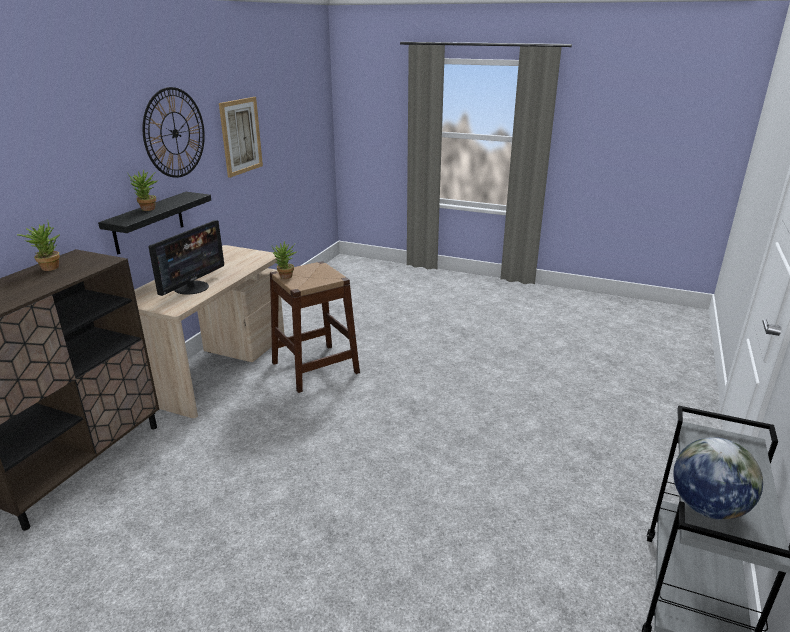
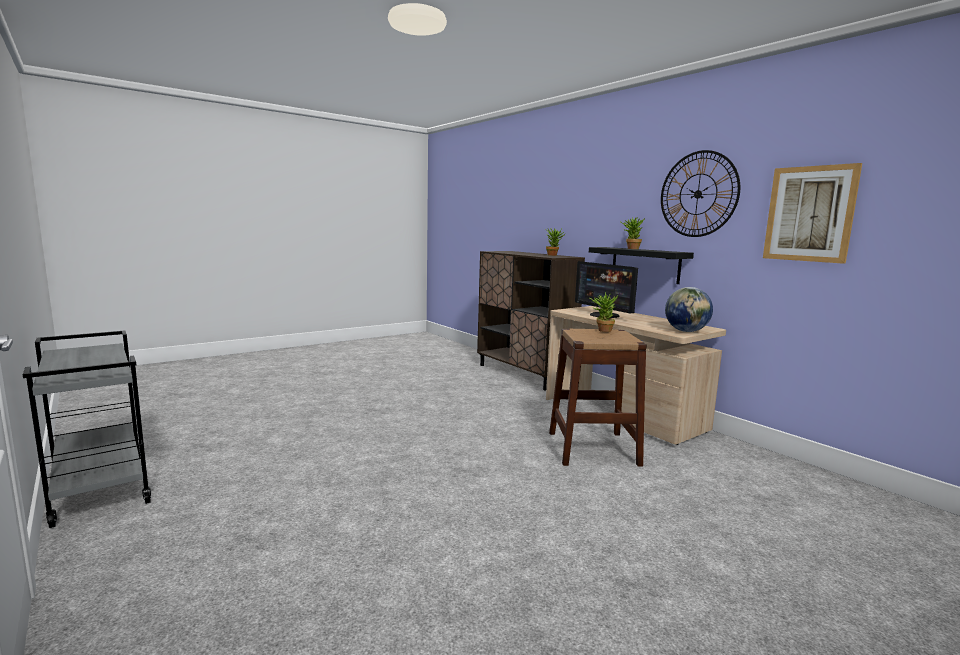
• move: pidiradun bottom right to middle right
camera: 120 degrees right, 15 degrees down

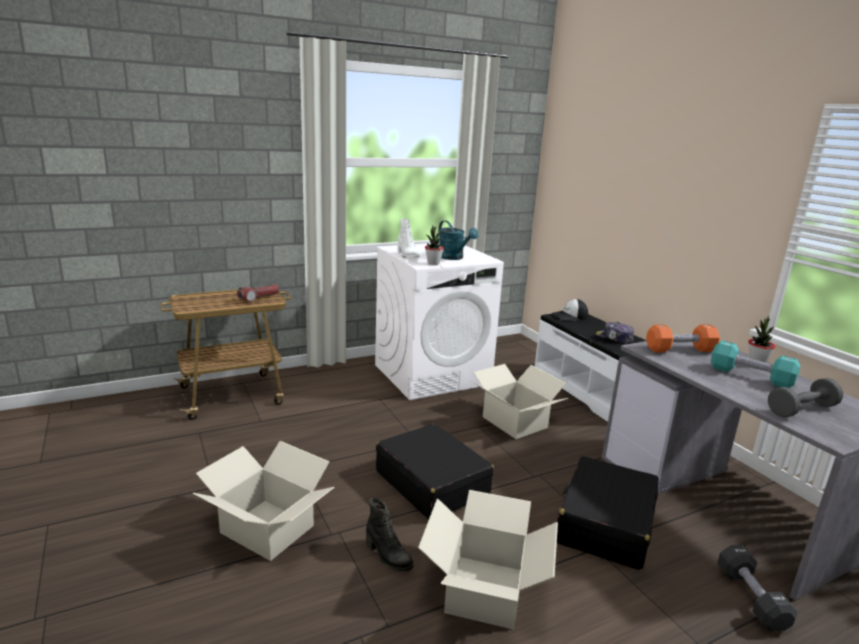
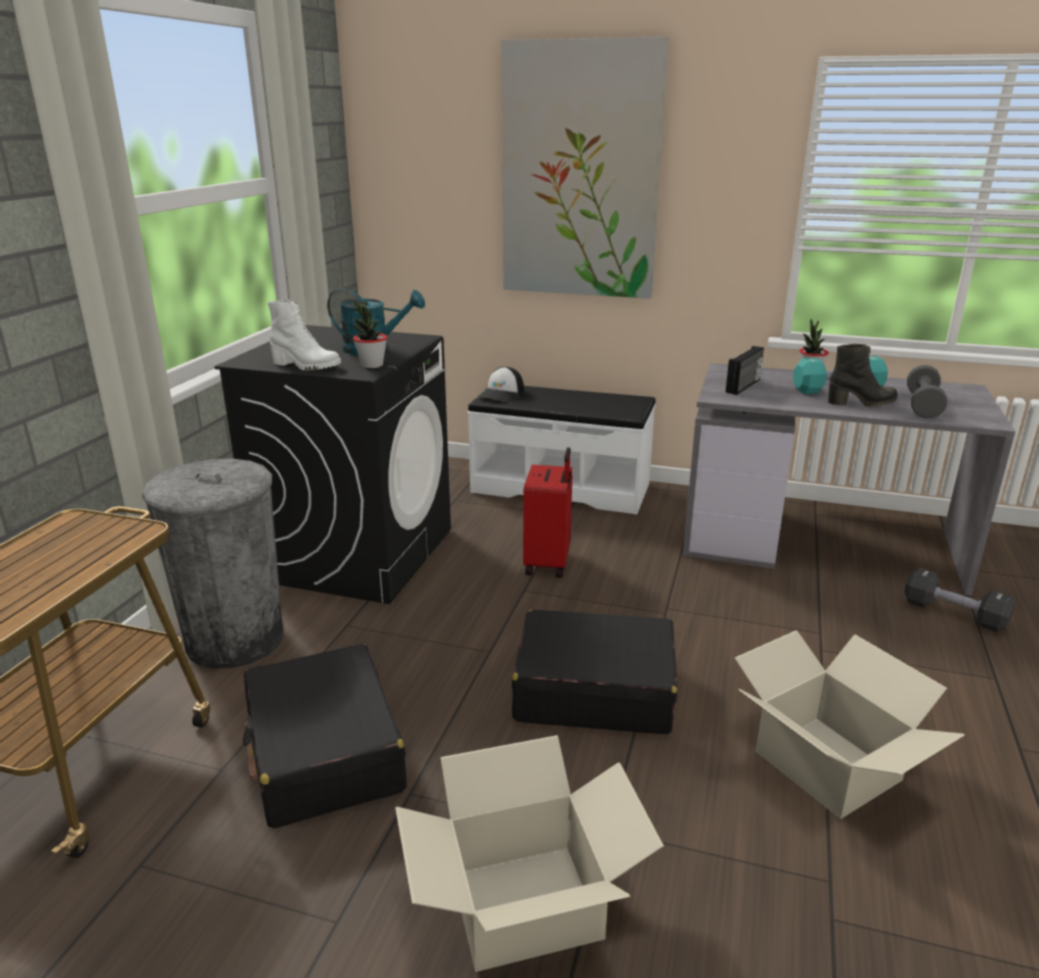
• insert: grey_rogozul middle left
• recolor: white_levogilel centre to black_levogilel middle left
• move: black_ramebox (2nd from left in the first image) bottom right to black_ramebox (1st from left) bottom left
• insert: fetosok top centre
• replace: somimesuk (3rd from left) centre to red_ramebox centre
• replace: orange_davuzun middle right to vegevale middle right
• move: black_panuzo bottom centre to middle right
• delete: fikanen middle left
• delete: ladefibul (2nd from left) middle right
camera: 45 degrees left, 5 degrees up

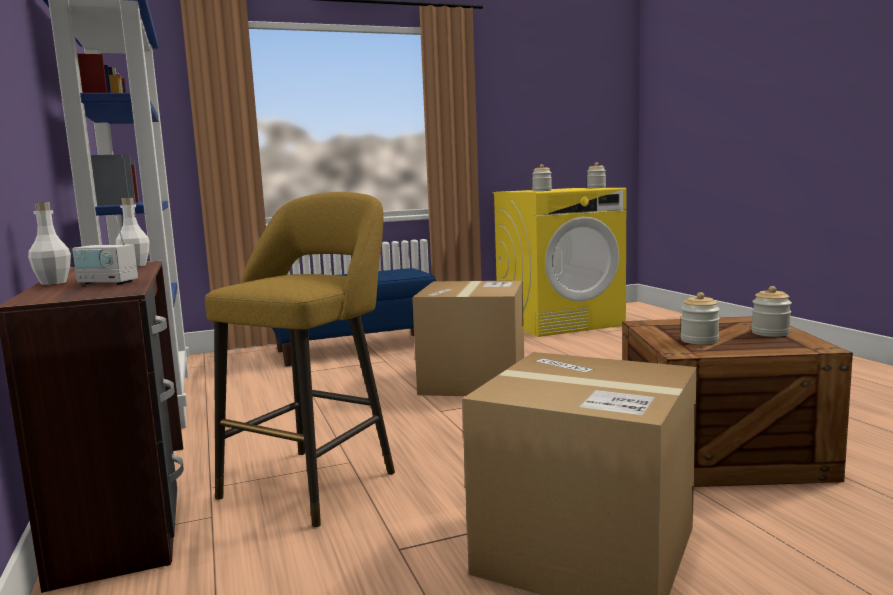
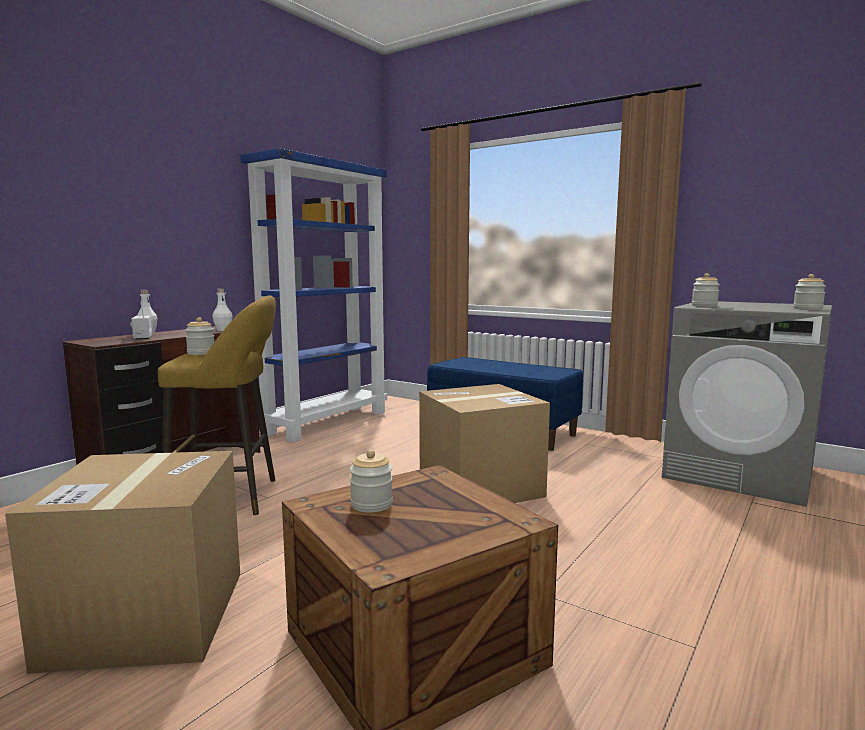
• move: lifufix (4th from left in the first image) middle right to lifufix (1st from left) middle left
• recolor: yellow_levogilel centre to grey_levogilel middle right
camera: 55 degrees right, 0 degrees up

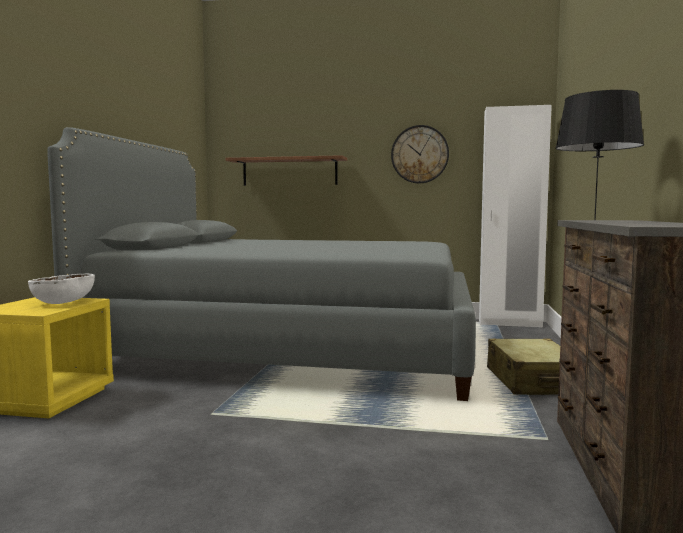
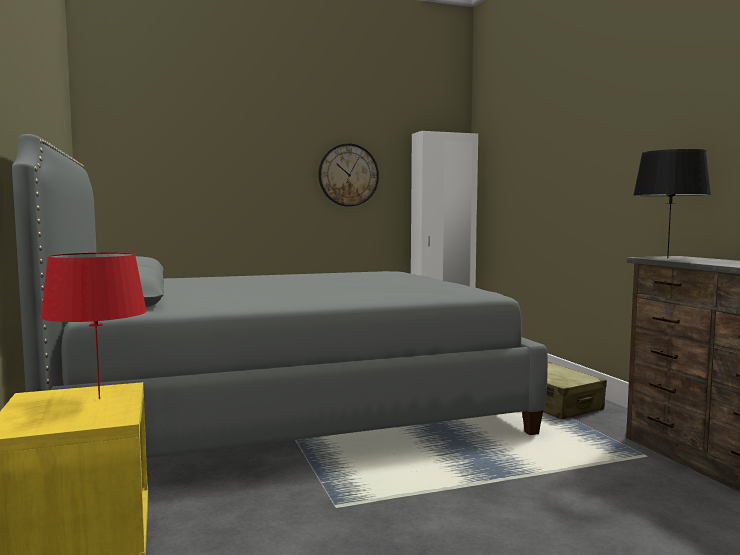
• replace: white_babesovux middle left to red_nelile middle left
• delete: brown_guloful top centre
camera: 30 degrees left, 0 degrees up

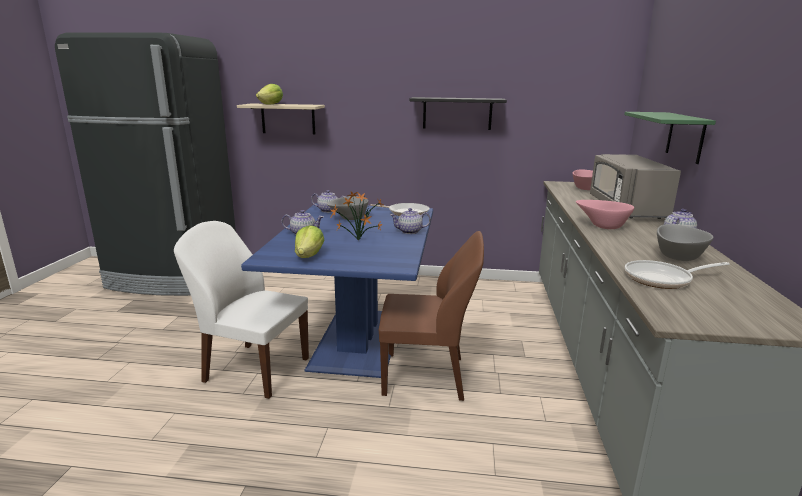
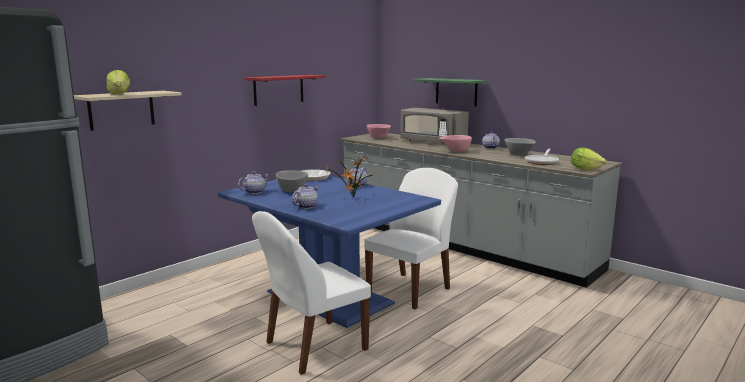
• recolor: black_guloful top centre to red_guloful top centre
• recolor: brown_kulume centre to white_kulume (2nd from left) centre
• move: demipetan (2nd from left) centre to middle right
camera: 55 degrees left, 5 degrees down

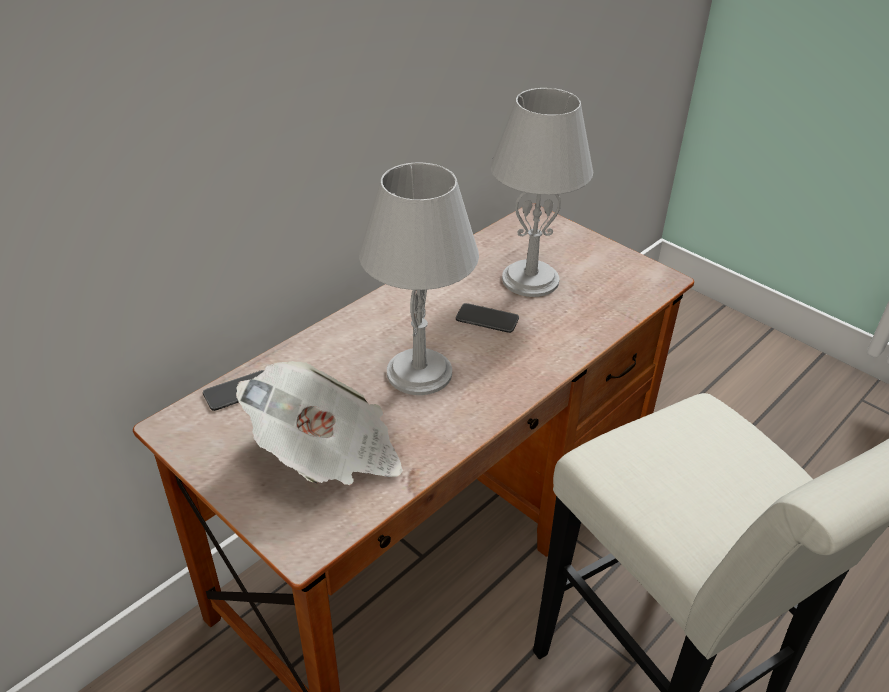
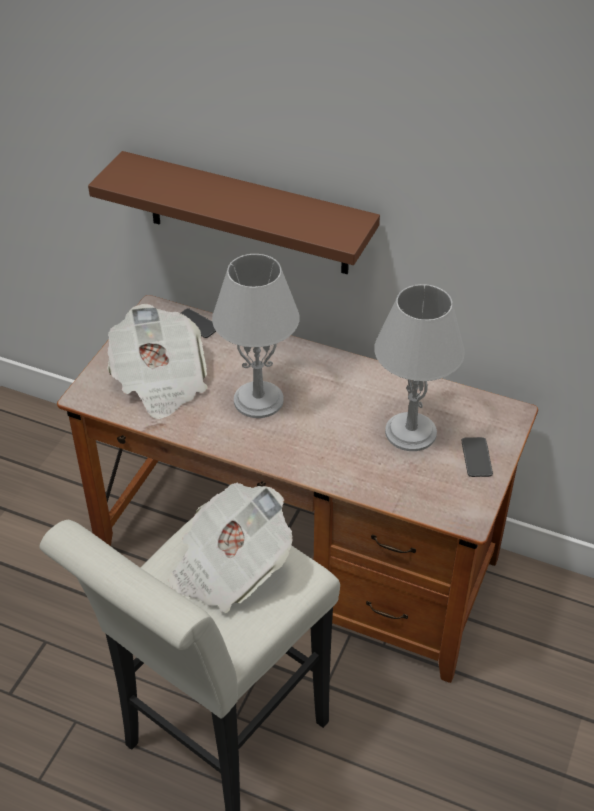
• insert: brown_guloful top centre
• insert: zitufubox (2nd from left) bottom centre
• move: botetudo (2nd from left) centre to middle right
camera: 70 degrees right, 5 degrees up

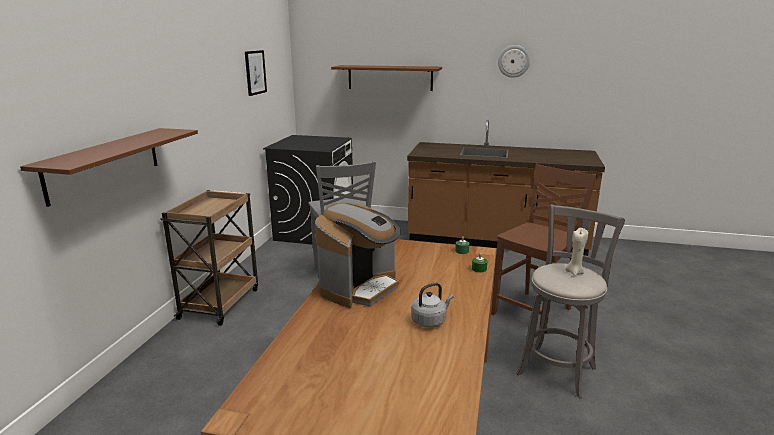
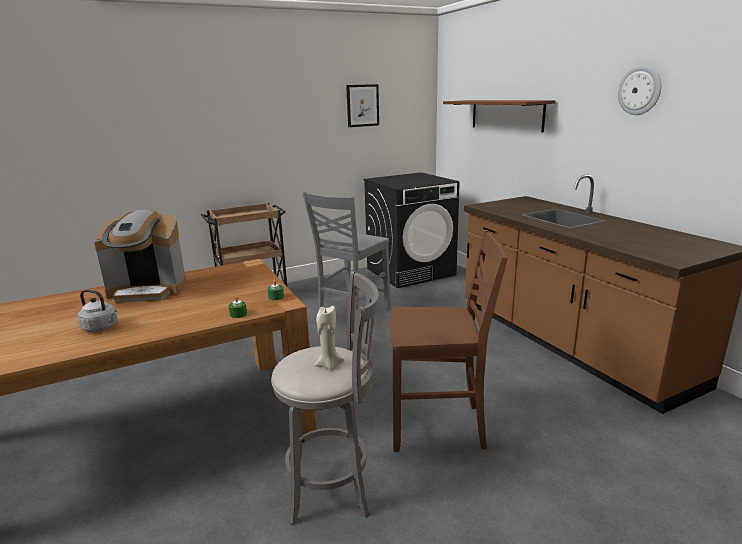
• delete: brown_guloful (1st from left) middle left
camera: 50 degrees right, 0 degrees up

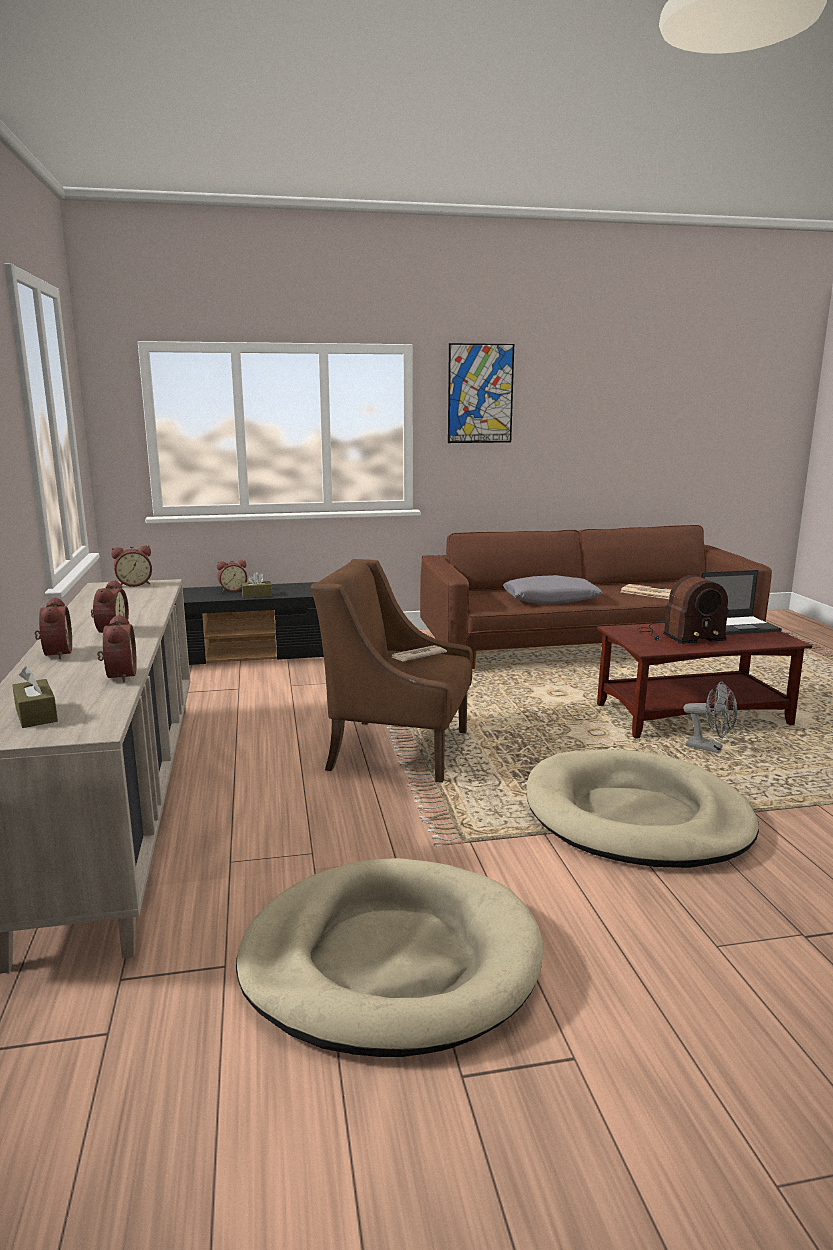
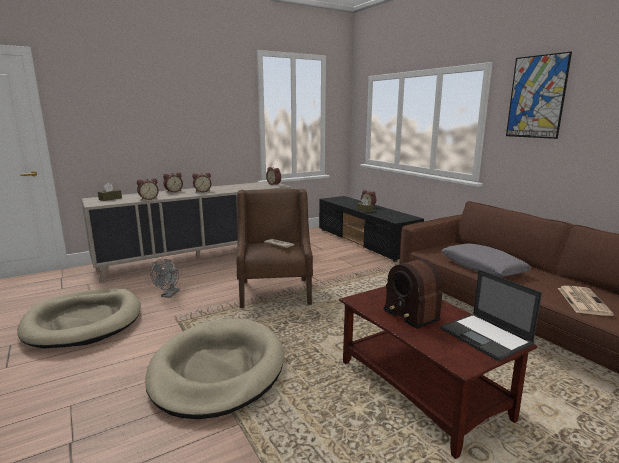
• move: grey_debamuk middle right to middle left
camera: 70 degrees right, 0 degrees up

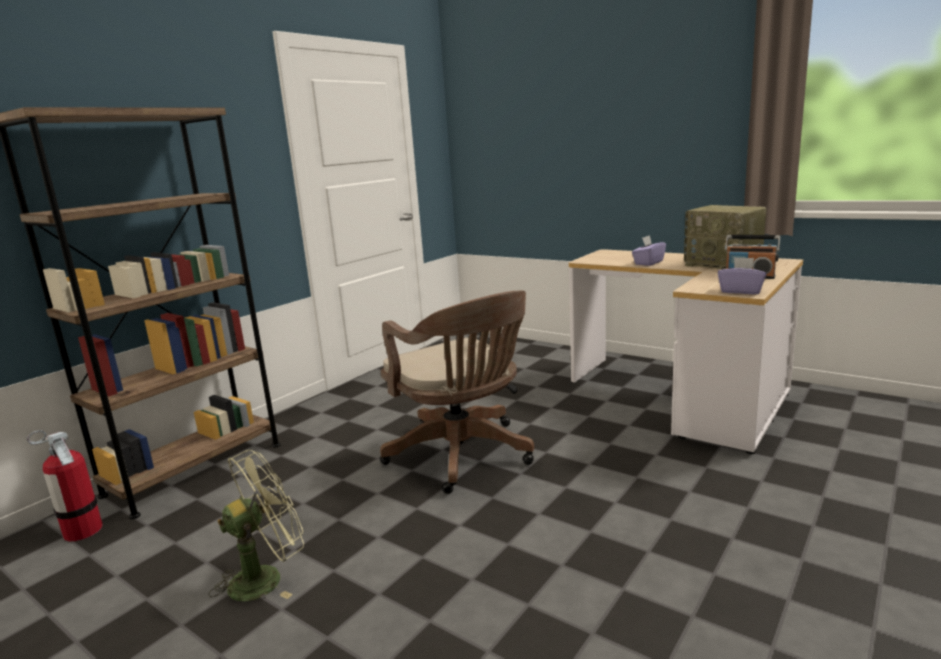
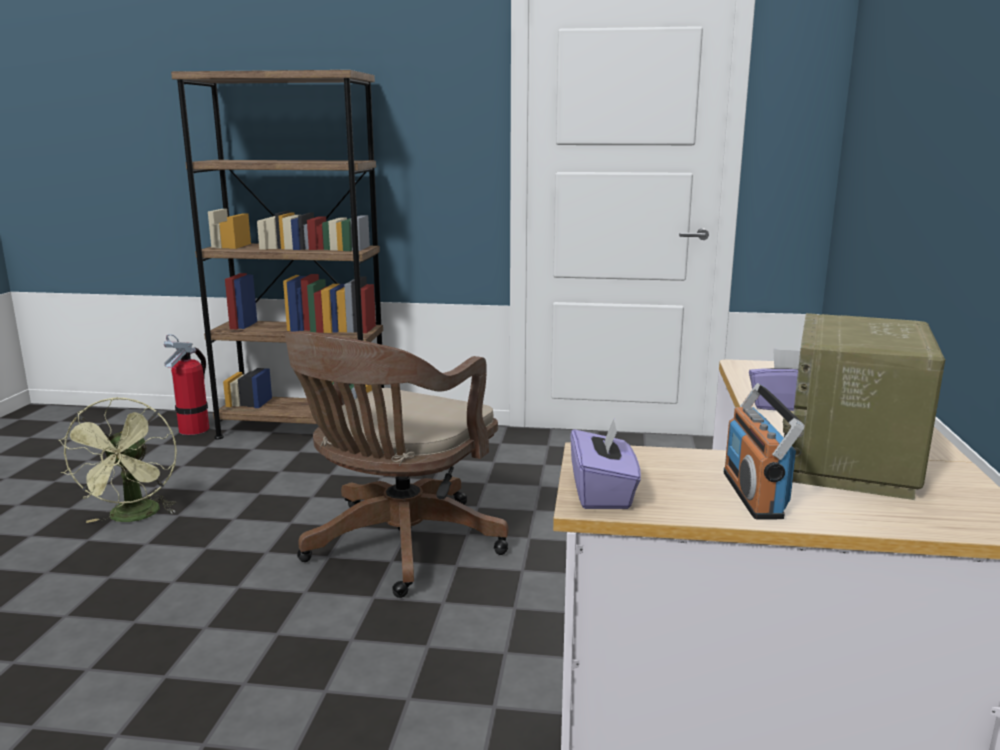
• rotate: green_debamuk bottom left = middle left 60 degrees clockwise
camera: 60 degrees right, 0 degrees up

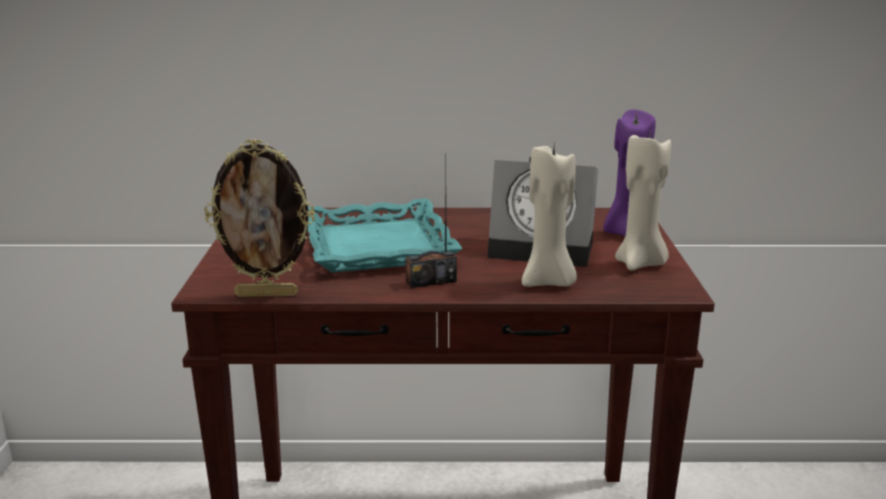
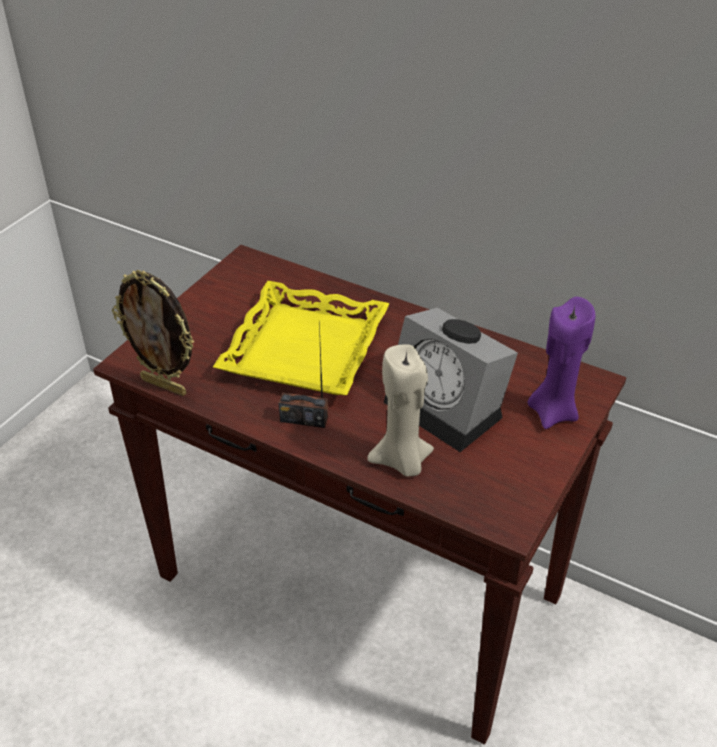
• recolor: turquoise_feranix centre to yellow_feranix centre
• delete: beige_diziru (2nd from left) middle right
camera: 30 degrees right, 20 degrees up

